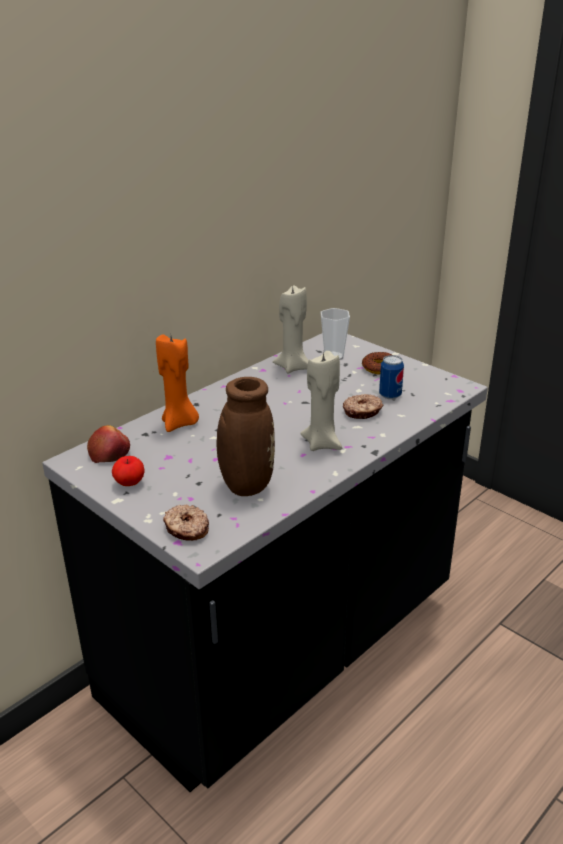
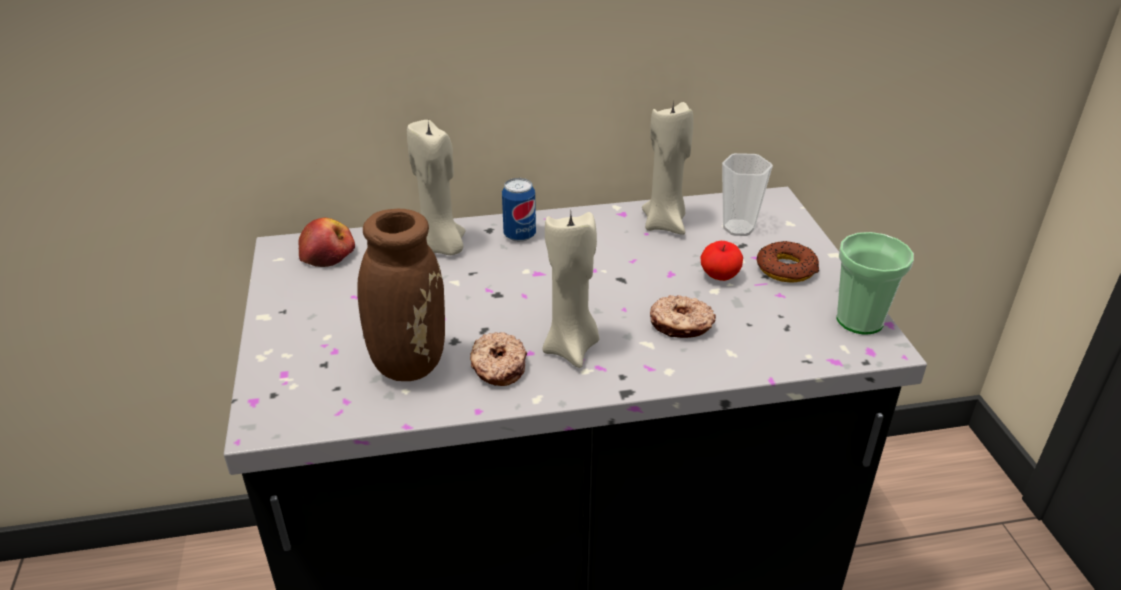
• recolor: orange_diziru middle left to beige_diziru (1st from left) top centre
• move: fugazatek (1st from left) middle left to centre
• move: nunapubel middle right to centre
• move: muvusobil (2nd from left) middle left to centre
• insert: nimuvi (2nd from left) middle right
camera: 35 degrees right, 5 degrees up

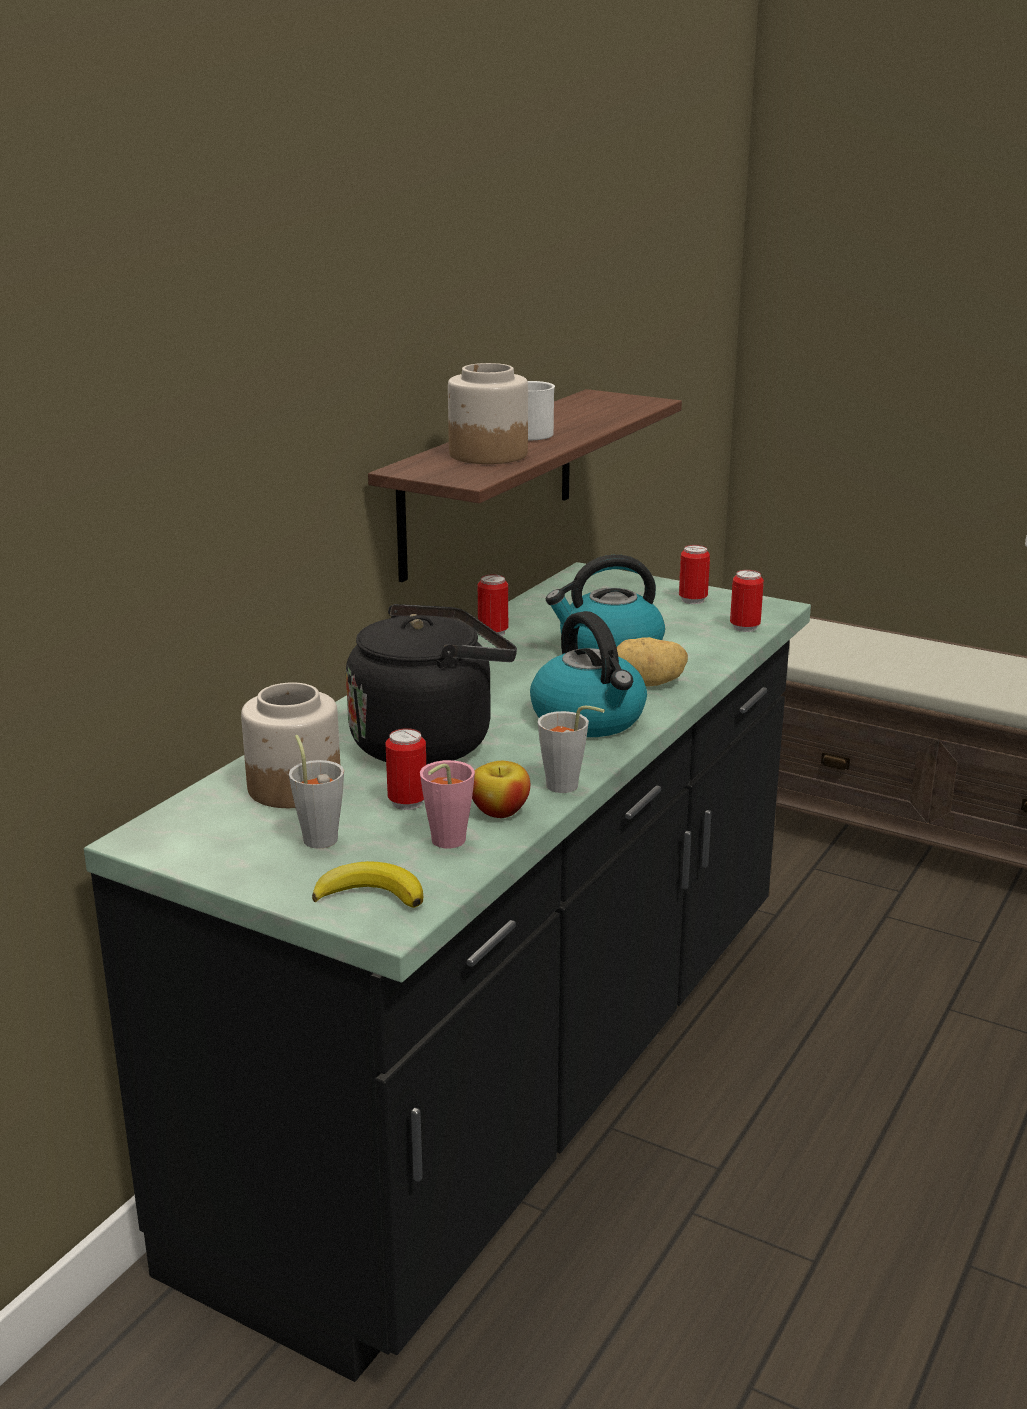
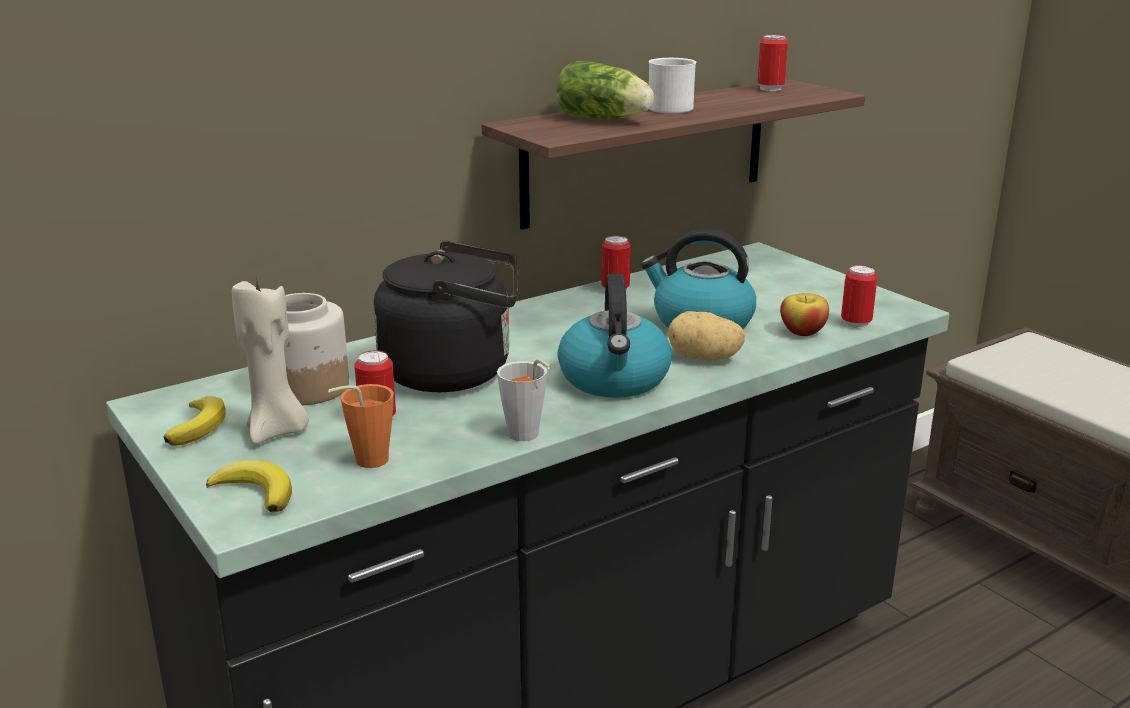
• insert: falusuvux (1st from left) middle left
• replace: grey_nimuvi (1st from left) middle left to beige_diziru middle left
• recolor: pink_nimuvi centre to orange_nimuvi middle left
• replace: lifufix (2nd from left) top centre to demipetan top centre
• move: nunapubel (3rd from left) middle right to top right
• move: muvusobil centre to middle right
camera: 25 degrees right, 0 degrees up

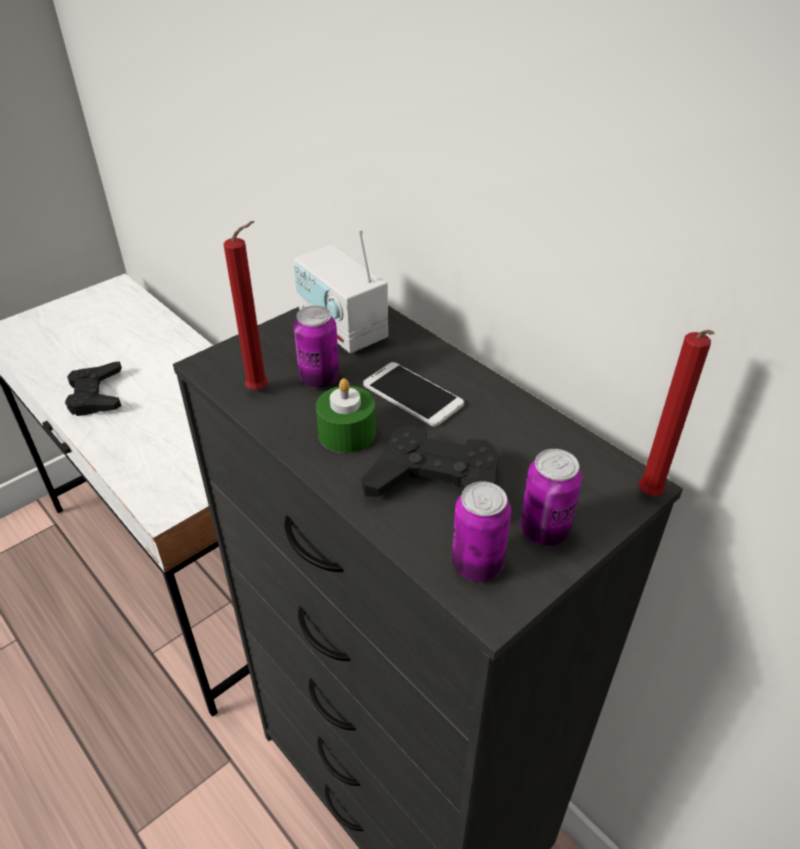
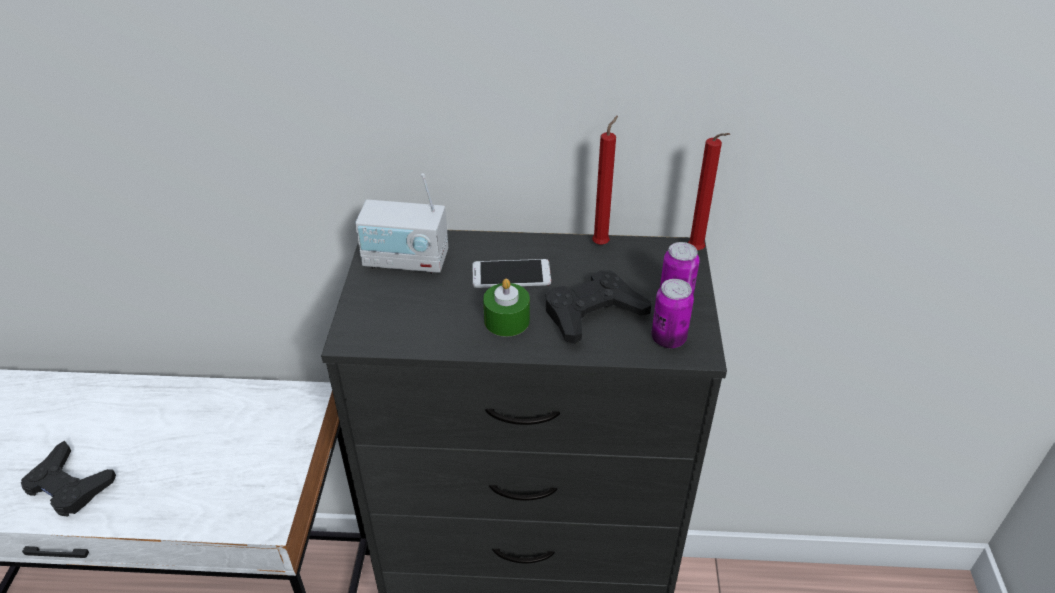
• move: red_diziru (1st from left) middle left to top centre
• delete: nunapubel (1st from left) centre
camera: 45 degrees left, 0 degrees up

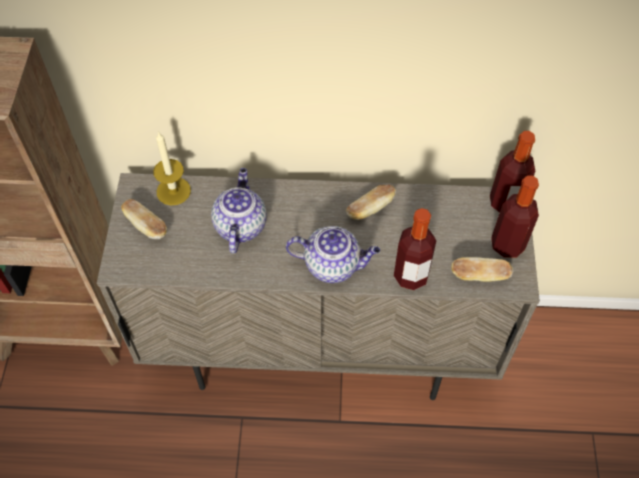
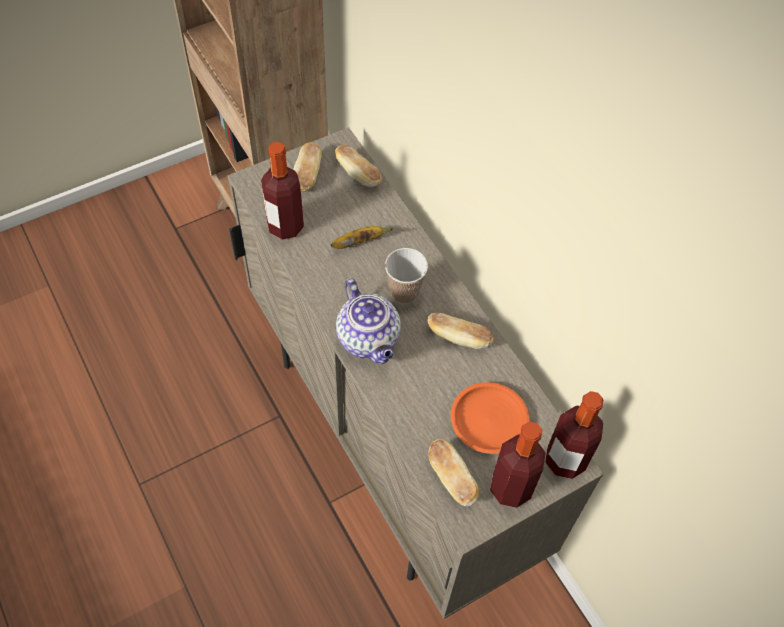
• move: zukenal (1st from left) centre to top centre
• replace: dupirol (1st from left) centre to falusuvux centre
• replace: diziru middle left to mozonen (2nd from left) top centre
• insert: nimuvi centre
• insert: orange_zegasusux bottom centre
camera: 55 degrees right, 0 degrees up

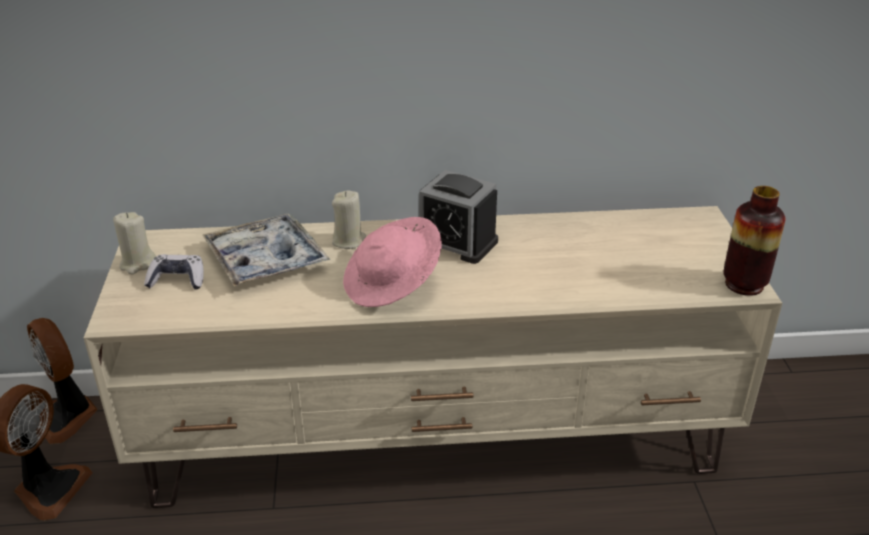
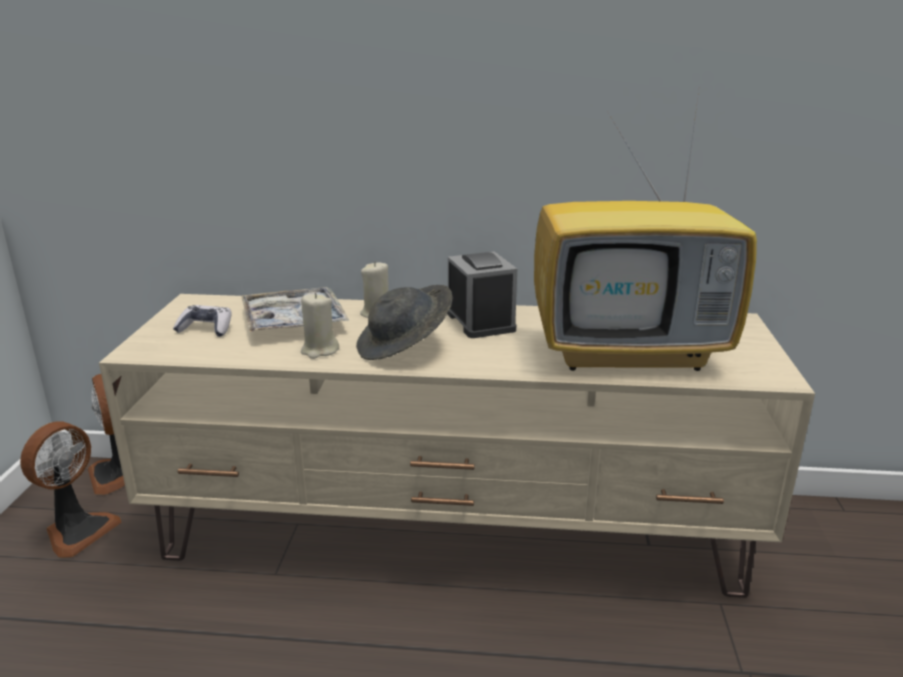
• move: beige_diziru (1st from left) middle left to centre
• recolor: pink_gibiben centre to grey_gibiben centre
• rotate: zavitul centre = centre 150 degrees counterclockwise
• insert: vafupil middle right
• delete: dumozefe middle right
camera: 10 degrees right, 10 degrees down

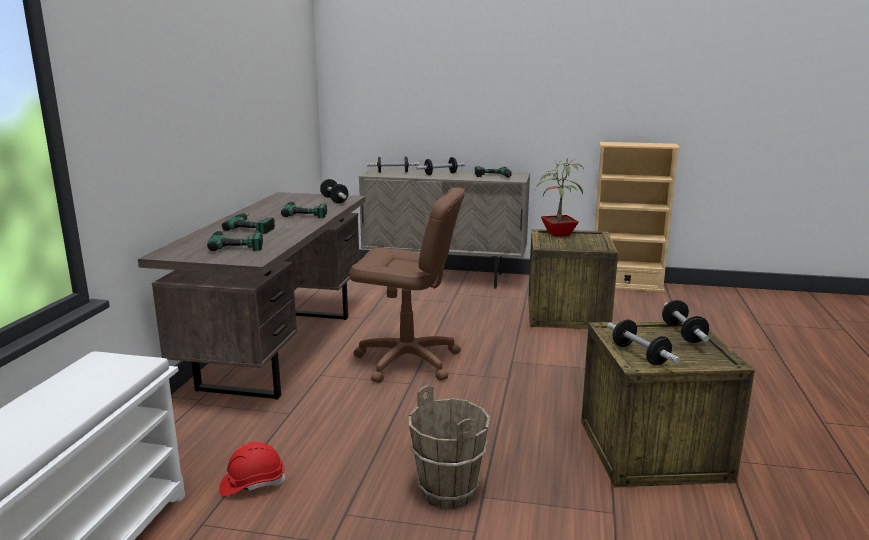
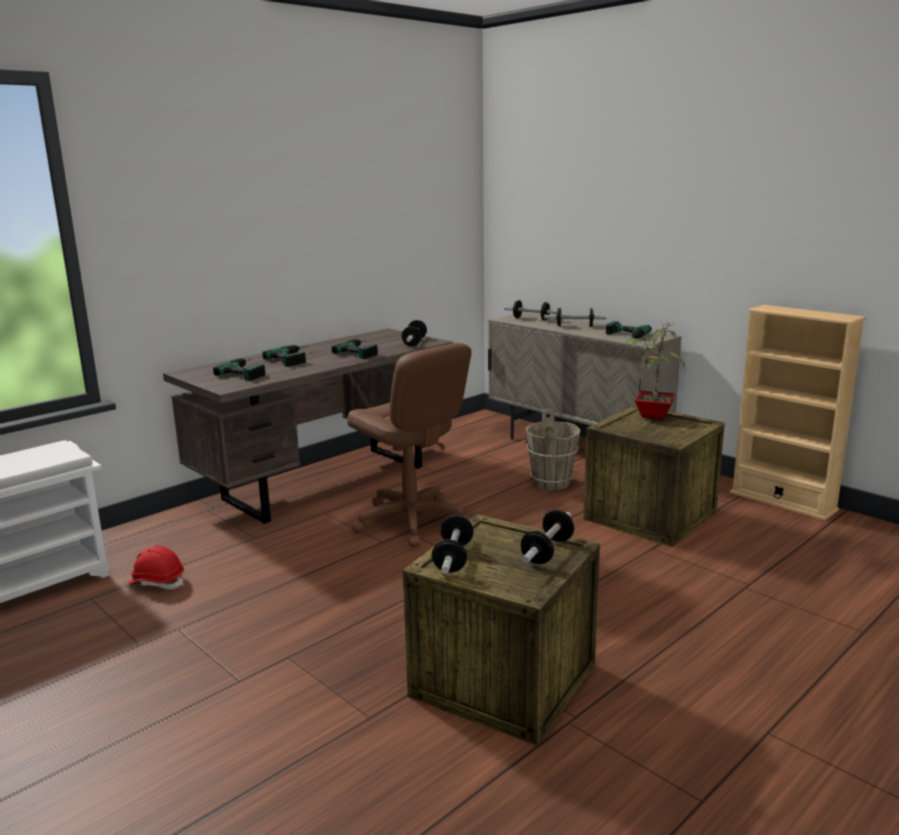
• move: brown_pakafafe bottom centre to centre
camera: 35 degrees right, 0 degrees up

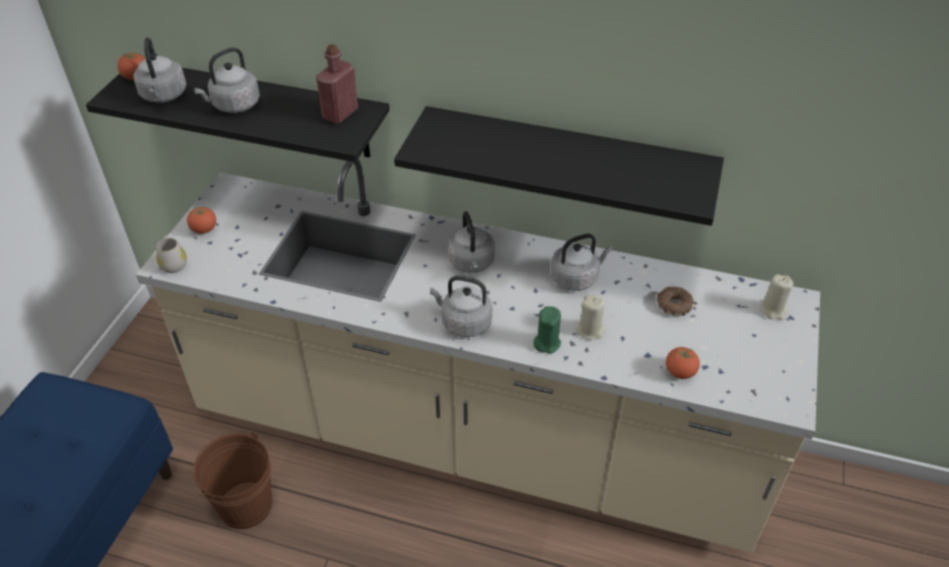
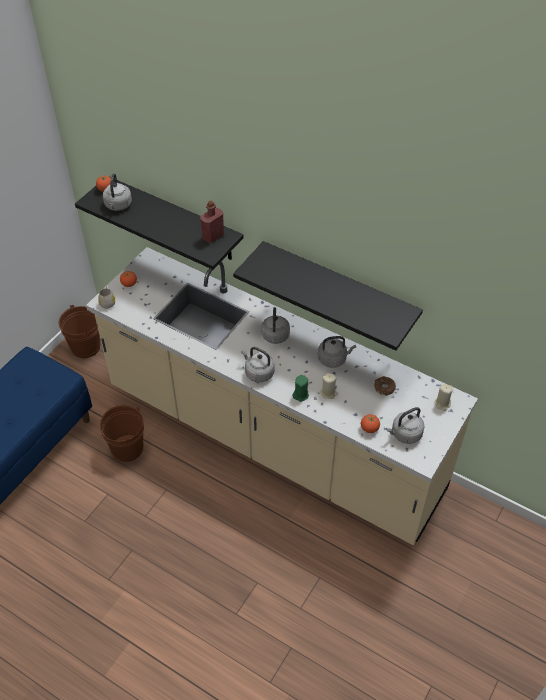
• insert: brown_pakafafe (1st from left) middle left
• move: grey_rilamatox (2nd from left in the first image) top left to grey_rilamatox (5th from left) middle right
camera: 15 degrees right, 5 degrees up

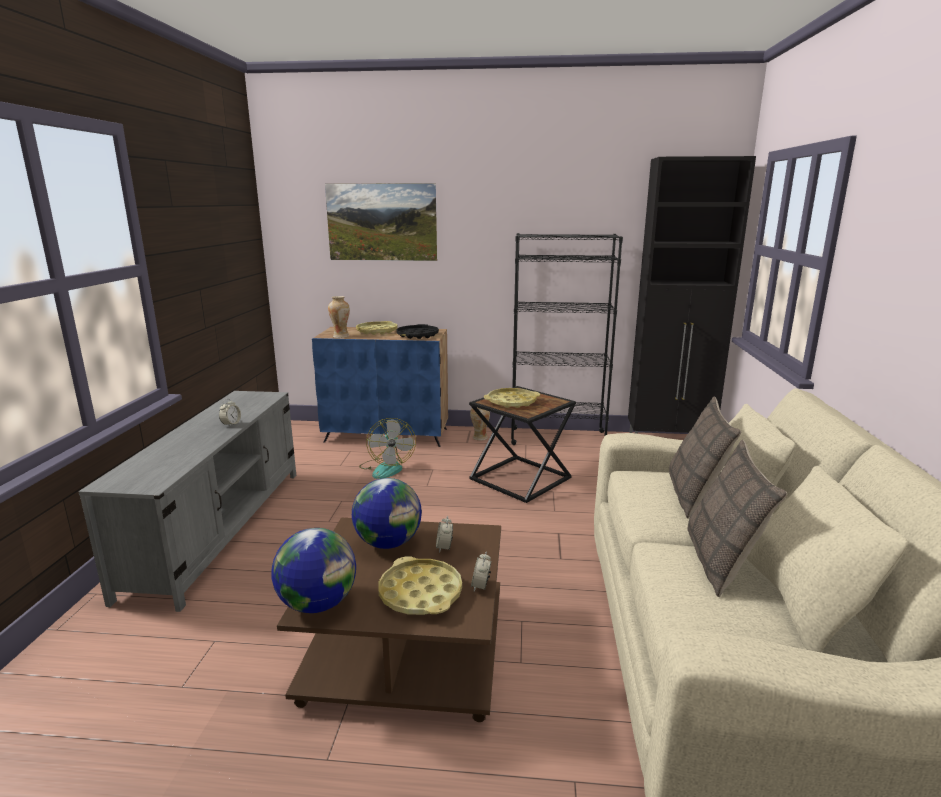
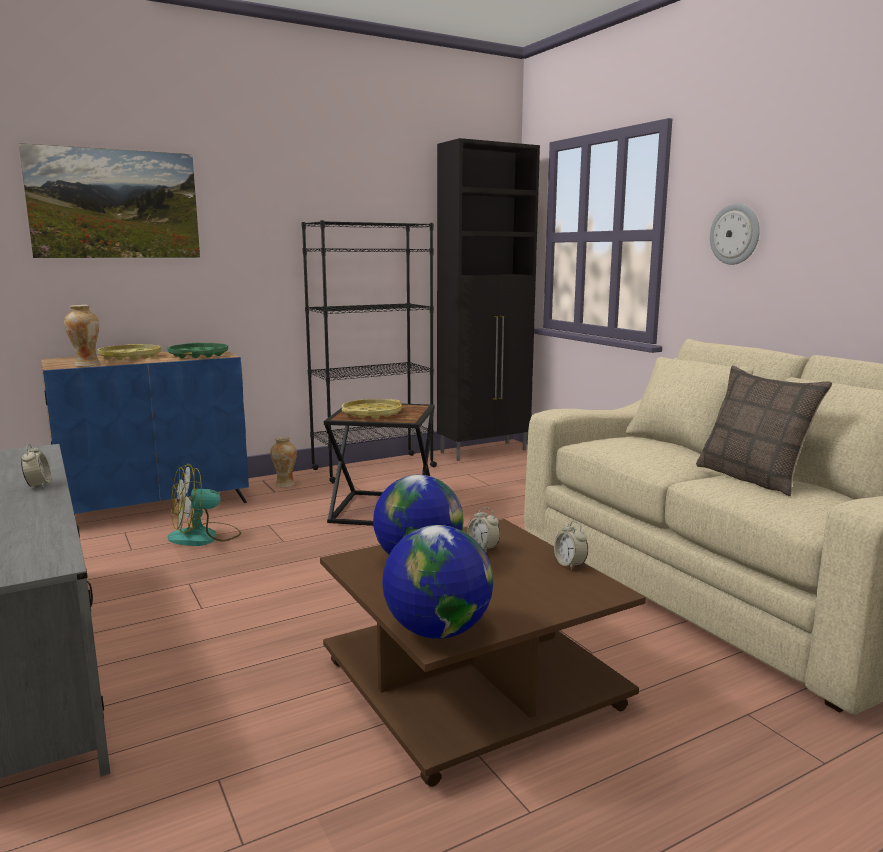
• recolor: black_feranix centre to green_feranix middle left
• rotate: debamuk centre = middle left 105 degrees clockwise
• insert: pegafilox top right
• delete: yellow_feranix (2nd from left) bottom centre
• delete: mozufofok (1st from left) middle right
camera: 35 degrees left, 5 degrees down

